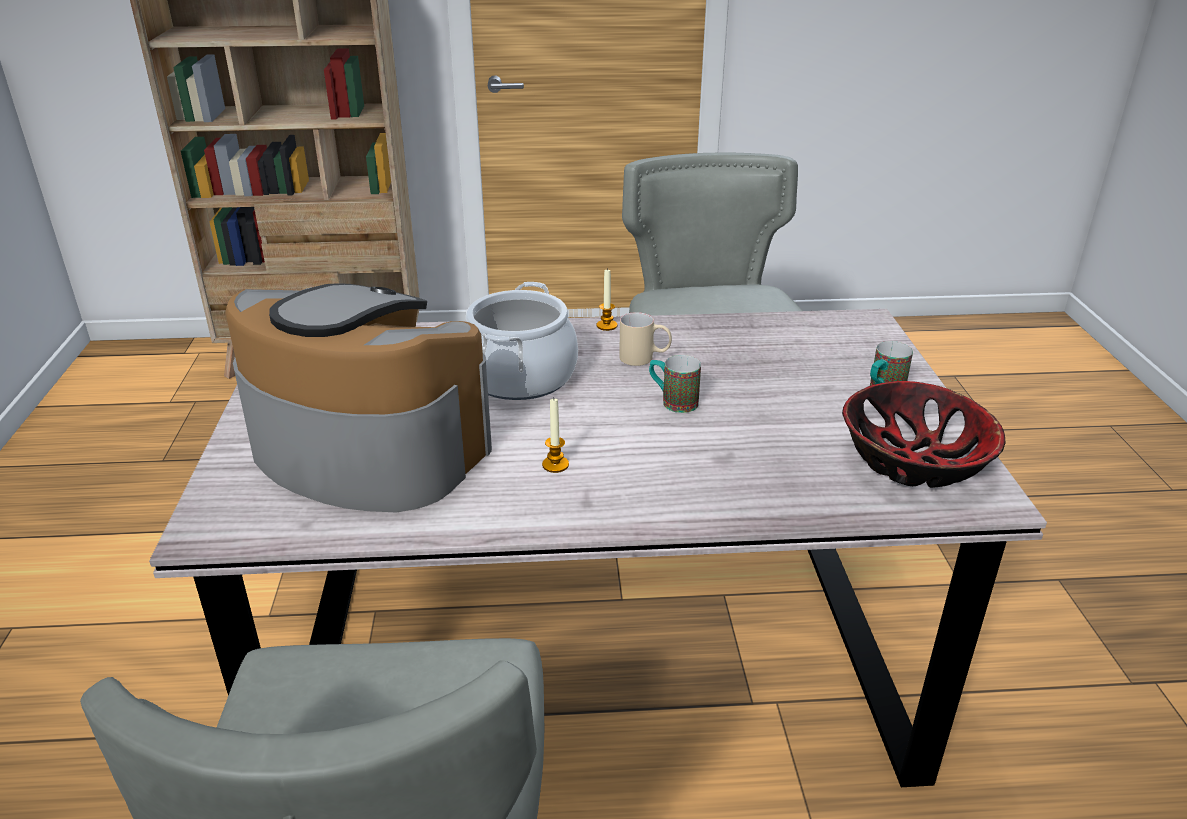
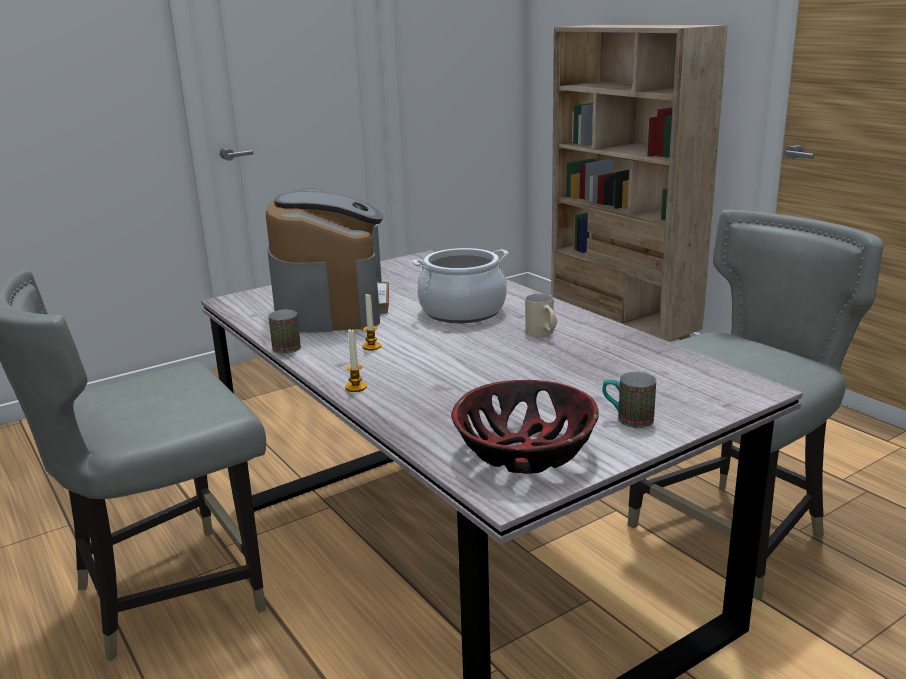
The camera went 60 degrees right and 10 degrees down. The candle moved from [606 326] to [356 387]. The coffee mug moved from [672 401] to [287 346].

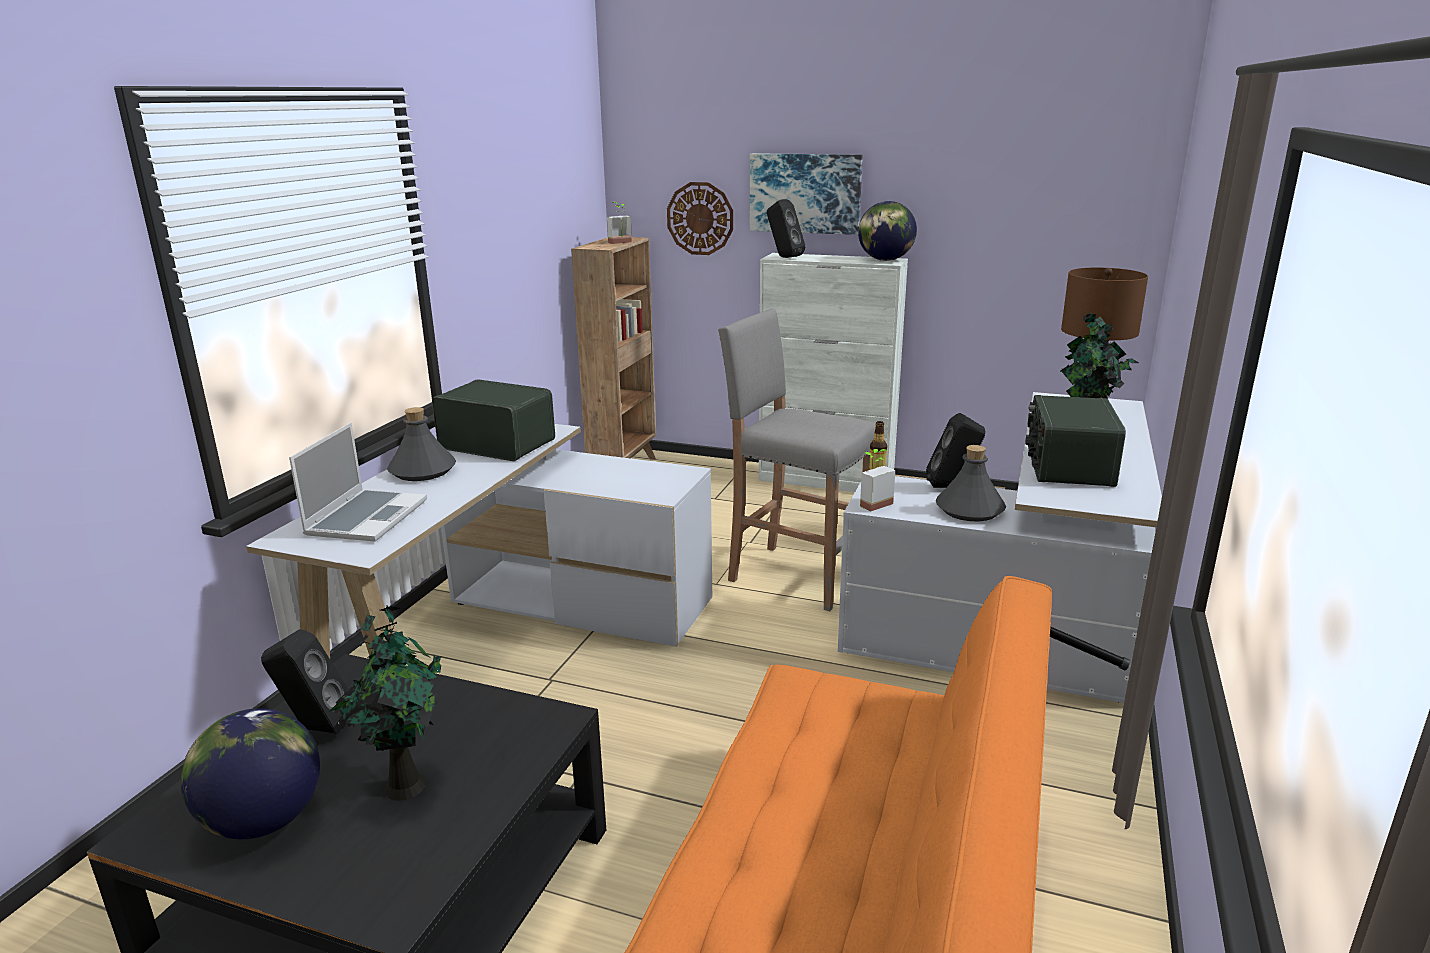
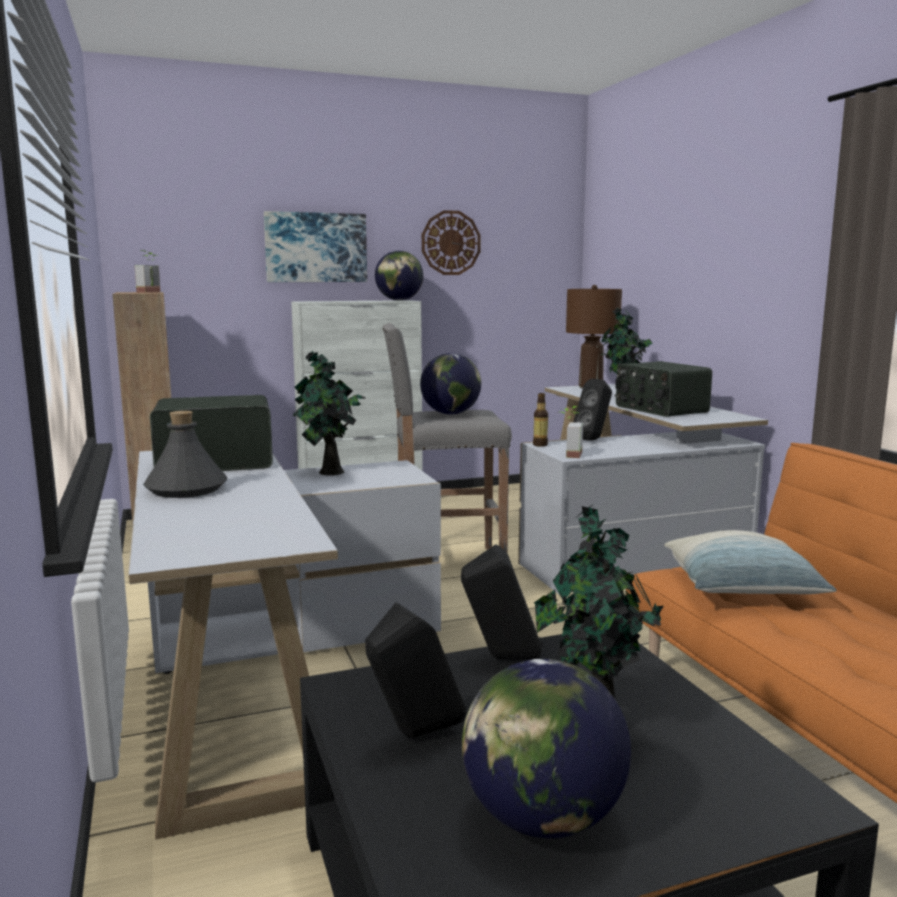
The camera went 40 degrees left and 10 degrees down. The notebook computer at [366 517] disappeared. The greyish drink bottle at [970 510] disappeared. The potted plant at [329 472] appeared. The globe at [450 414] appeared. The cushion at [742 589] appeared. The hanging clock moved from [700 218] to [450 243]. The black loudspeaker moved from [783 257] to [501 658].

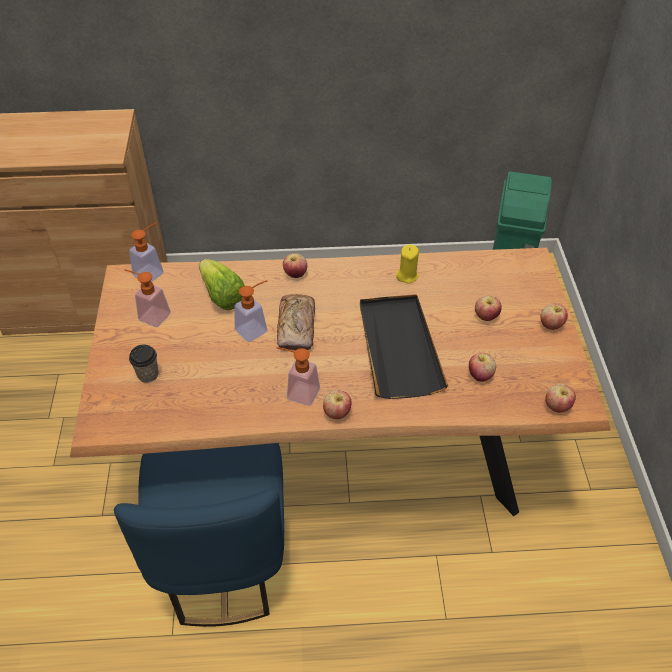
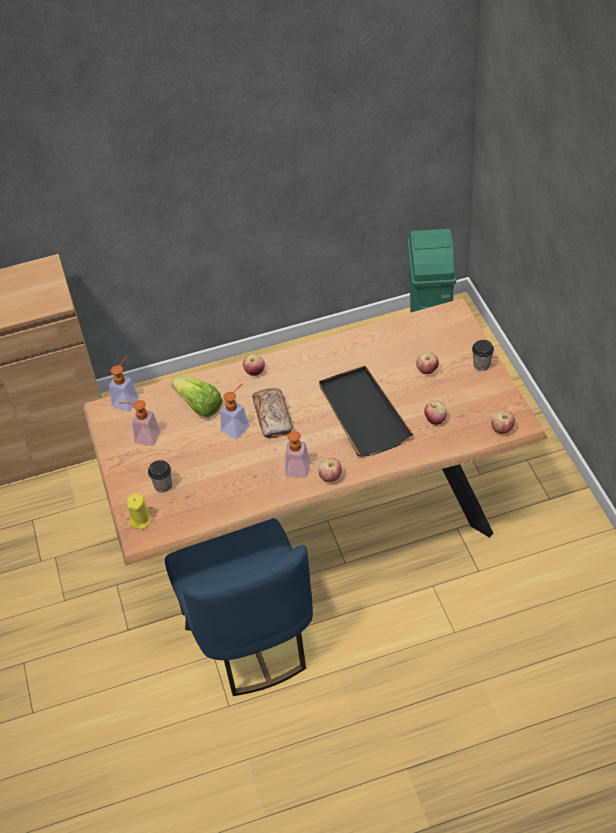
The camera went 10 degrees left and 0 degrees up. The yellowish candle moved from [407 275] to [140 520]. The apple fruit at [551 325] was replaced by the small cup at [482 365].

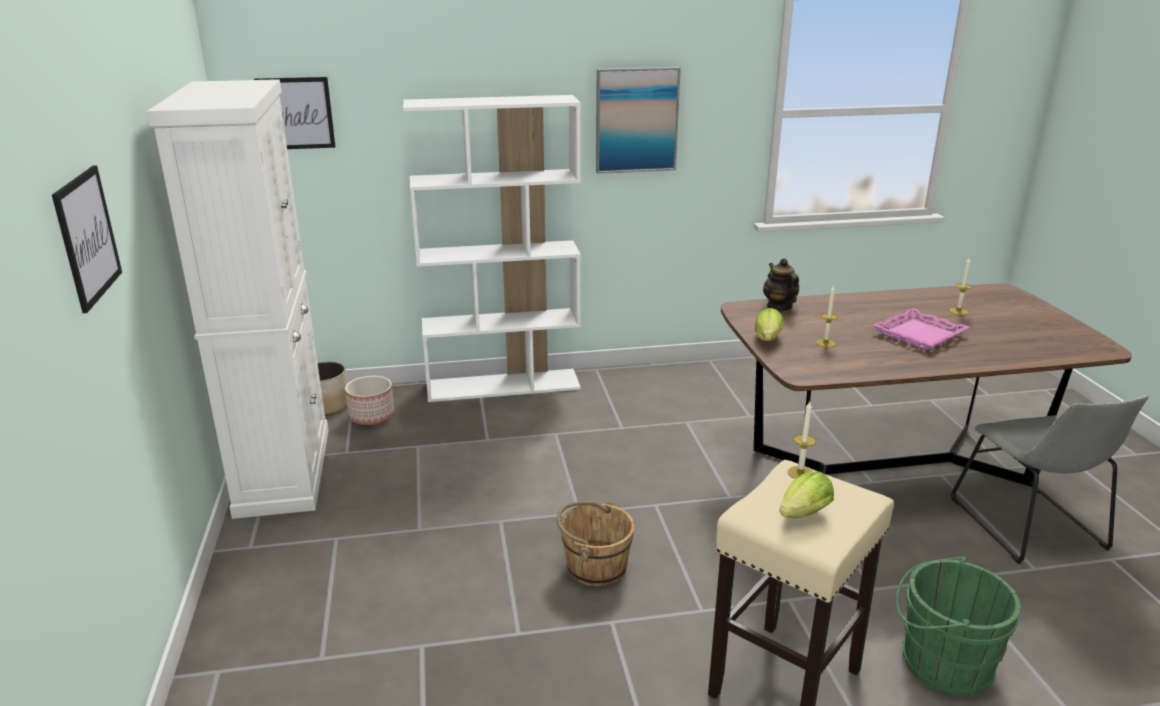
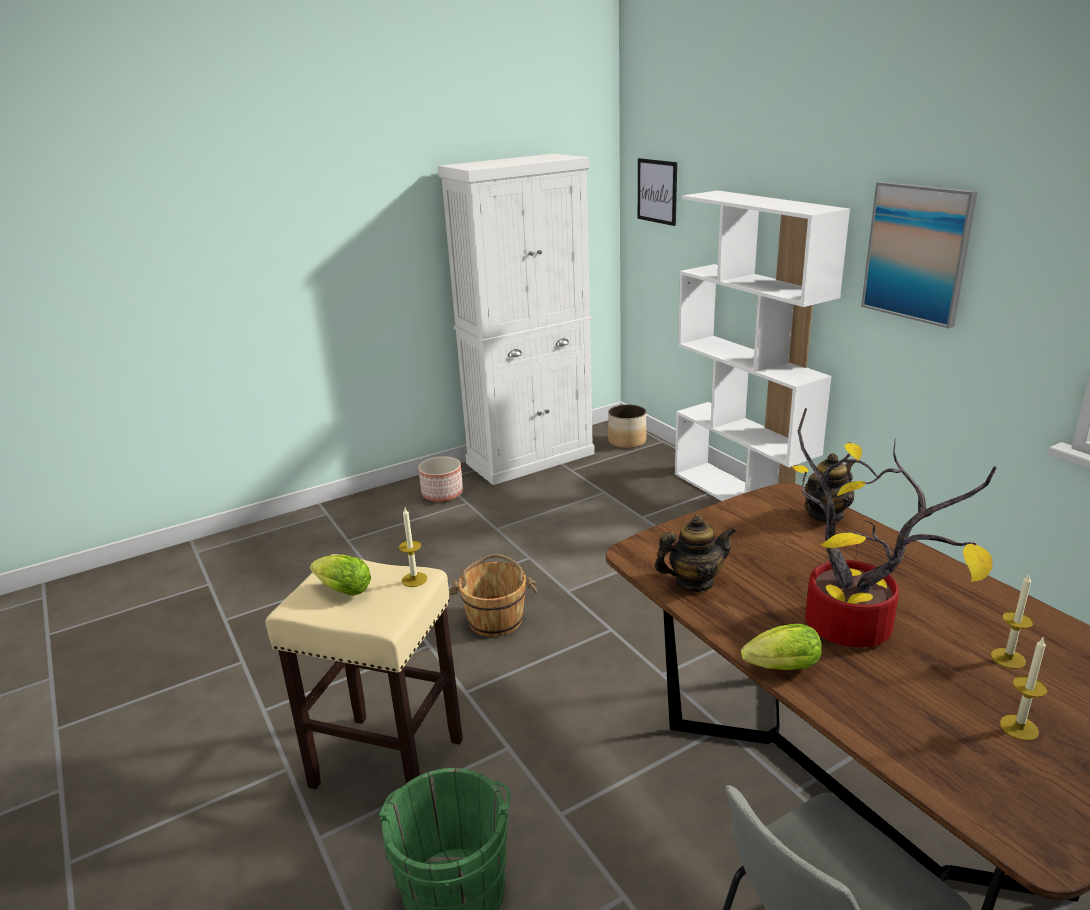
The camera went 70 degrees right and 0 degrees up. The wall picture at [87 237] disappeared. The teapot at [694 582] appeared. The plant pot moved from [371 416] to [442 493]. The lettuce head moved from [767 340] to [778 668]. The candle moved from [825 343] to [1019 727]. The pink-coloured tray at [919 334] was replaced by the potted plant at [856 625].

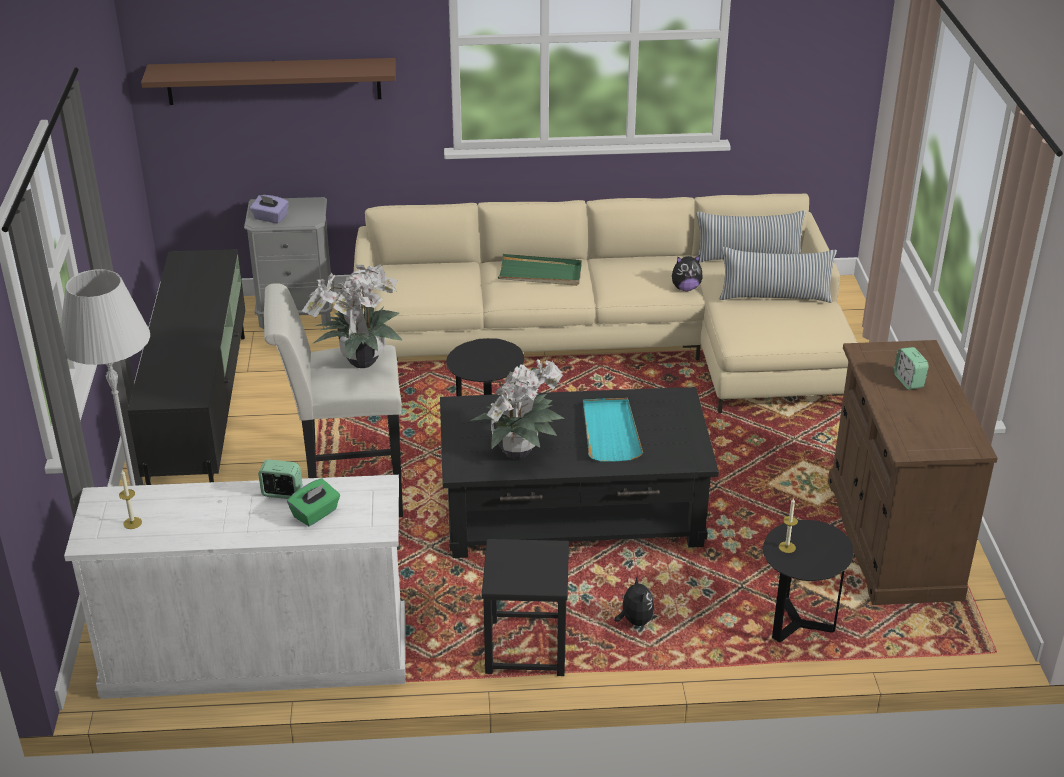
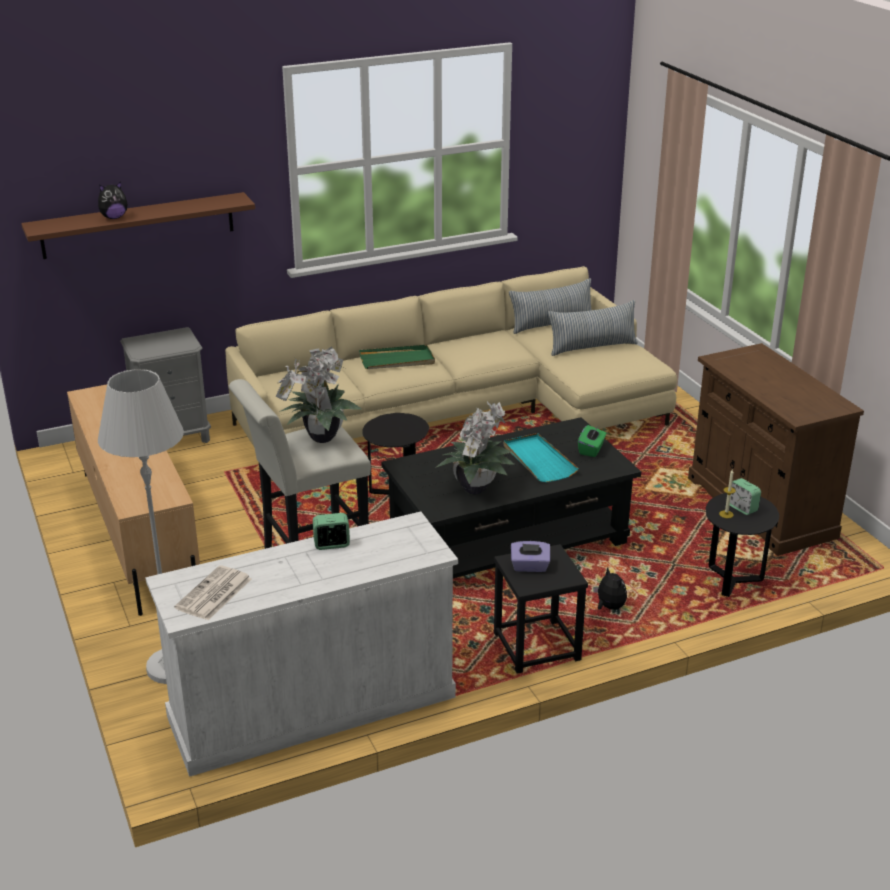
The camera went 20 degrees left and 5 degrees down. The purplish box of tissues moved from [270 218] to [530 567]. The greenish box of tissues moved from [315 514] to [591 450]. The soft toy moved from [685 288] to [114 217]. The bedside clock moved from [908 381] to [742 508]. The candle at [132 523] was replaced by the newspaper at [213 594]. The black tv unit at [202 416] became the sand-coloured tv unit at [138 532].

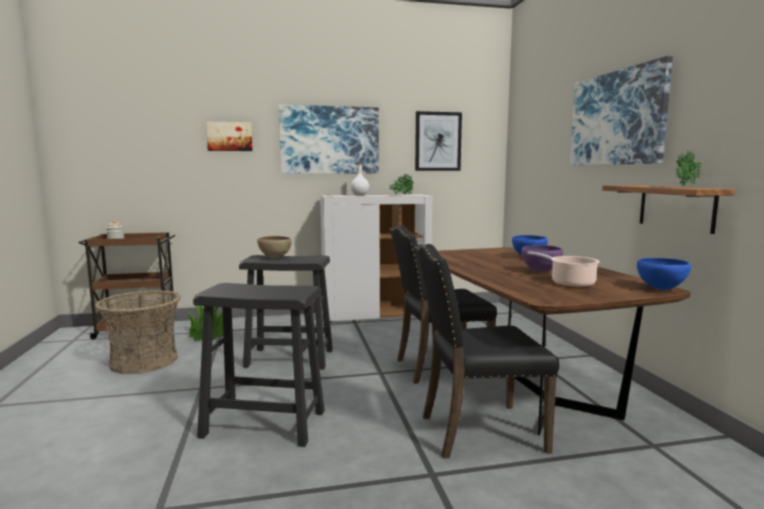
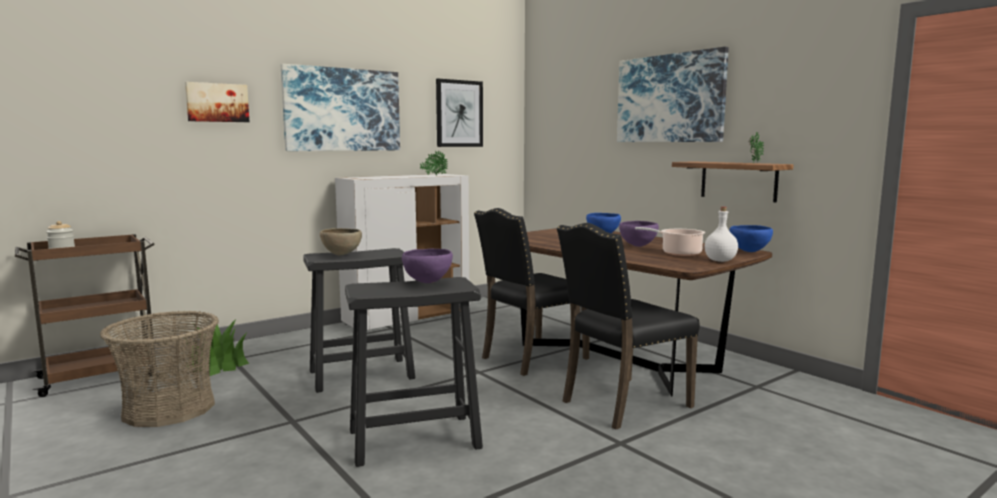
The camera went 25 degrees left and 0 degrees up. The purplish serving bowl at [428 282] appeared. The white drink bottle moved from [360 195] to [720 260].

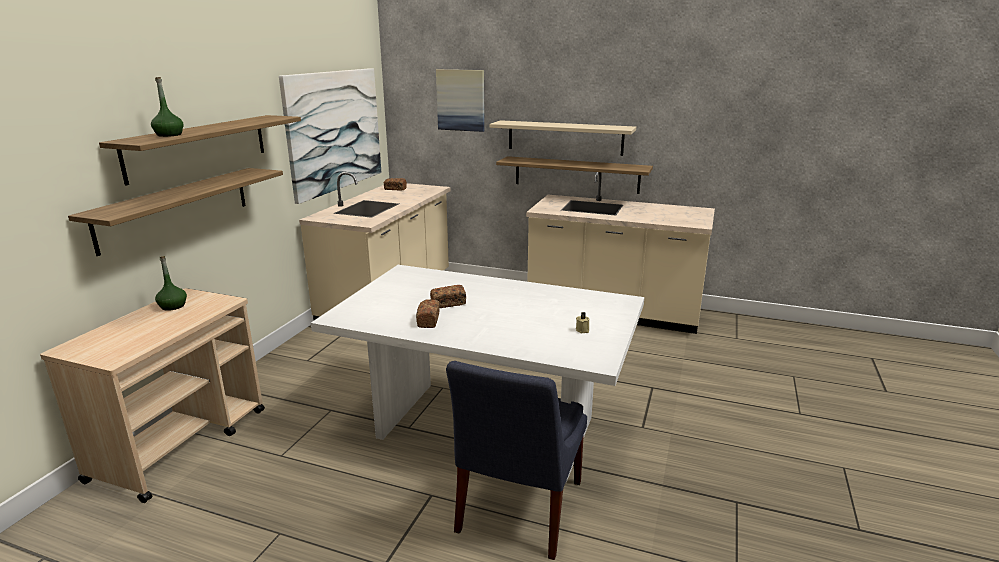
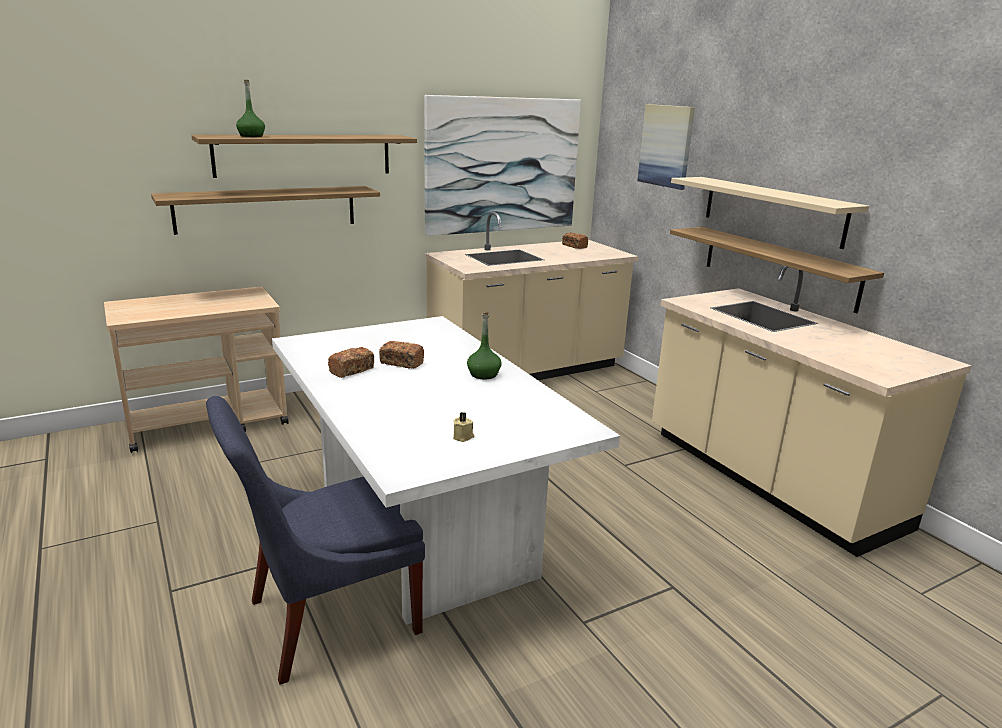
The camera went 40 degrees right and 0 degrees up. The greenish drink bottle moved from [172 306] to [483 374].

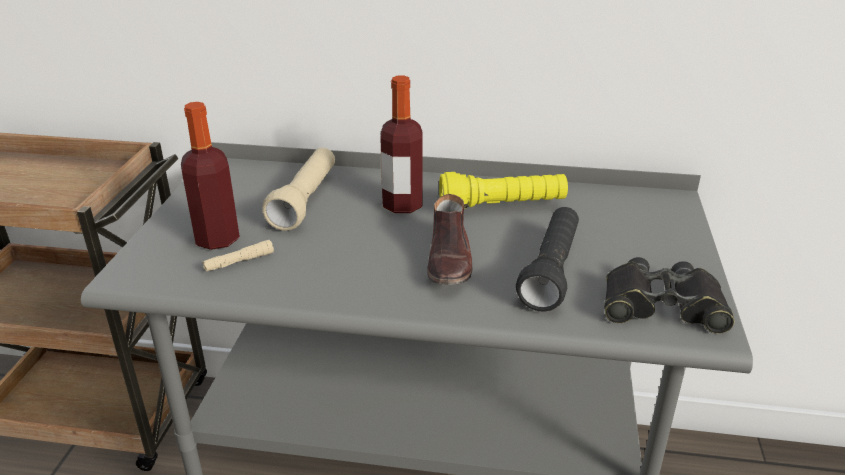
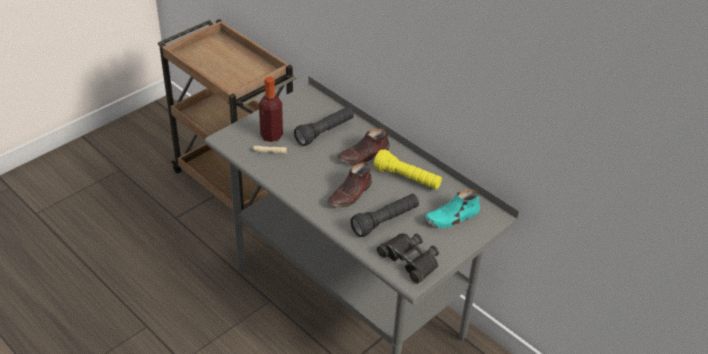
The camera went 35 degrees right and 10 degrees up. The turquoise-coloured shoe at [452 217] appeared. The drink bottle at [402 205] was replaced by the brownish shoe at [364 155]. The sand-coloured hand torch at [305 201] became the black hand torch at [325 132].

